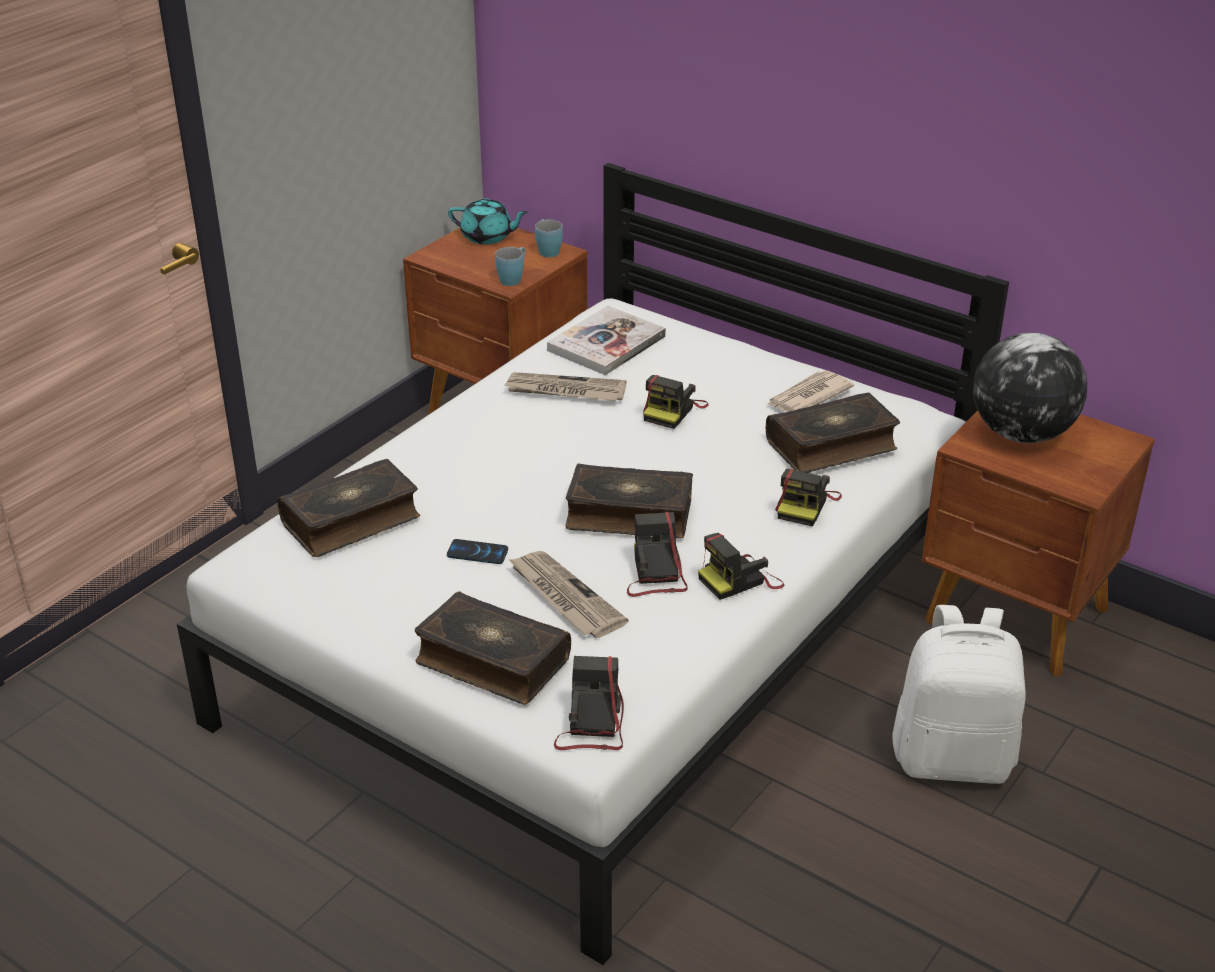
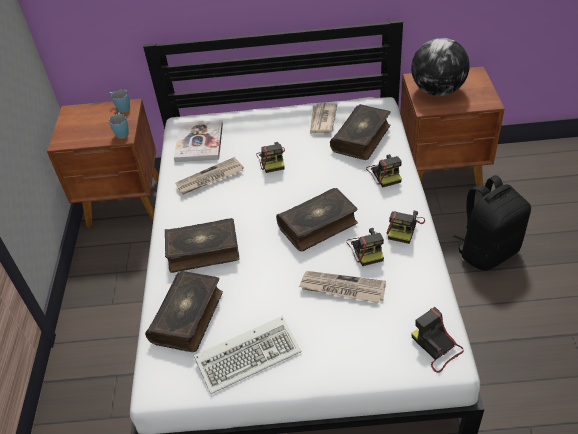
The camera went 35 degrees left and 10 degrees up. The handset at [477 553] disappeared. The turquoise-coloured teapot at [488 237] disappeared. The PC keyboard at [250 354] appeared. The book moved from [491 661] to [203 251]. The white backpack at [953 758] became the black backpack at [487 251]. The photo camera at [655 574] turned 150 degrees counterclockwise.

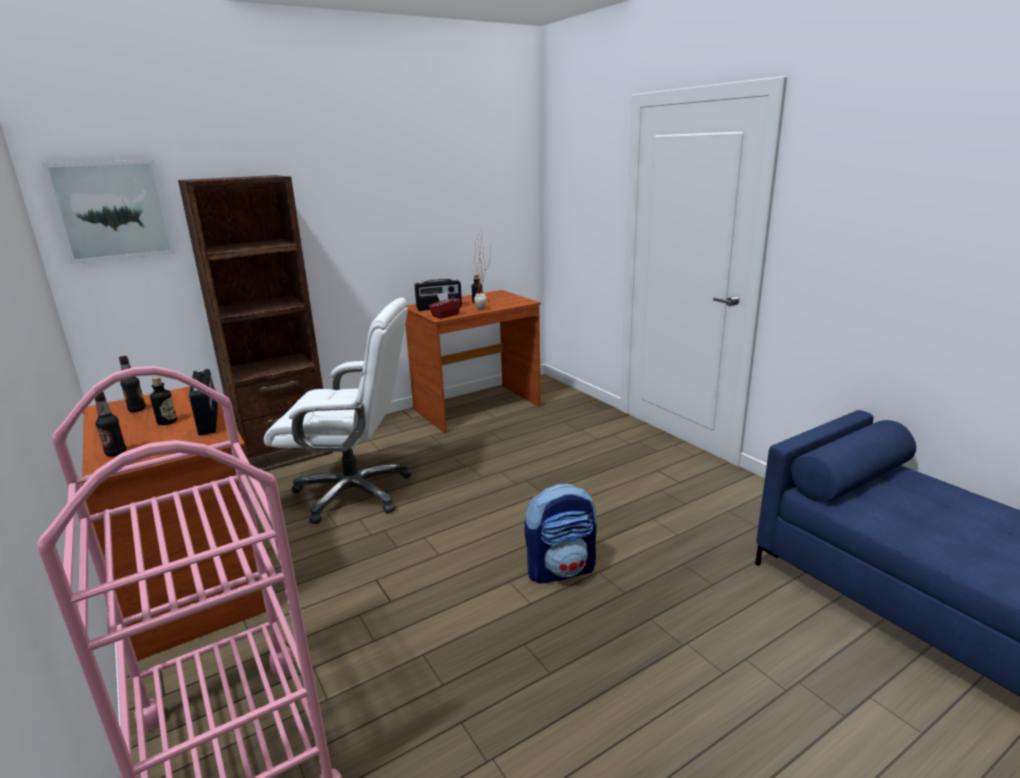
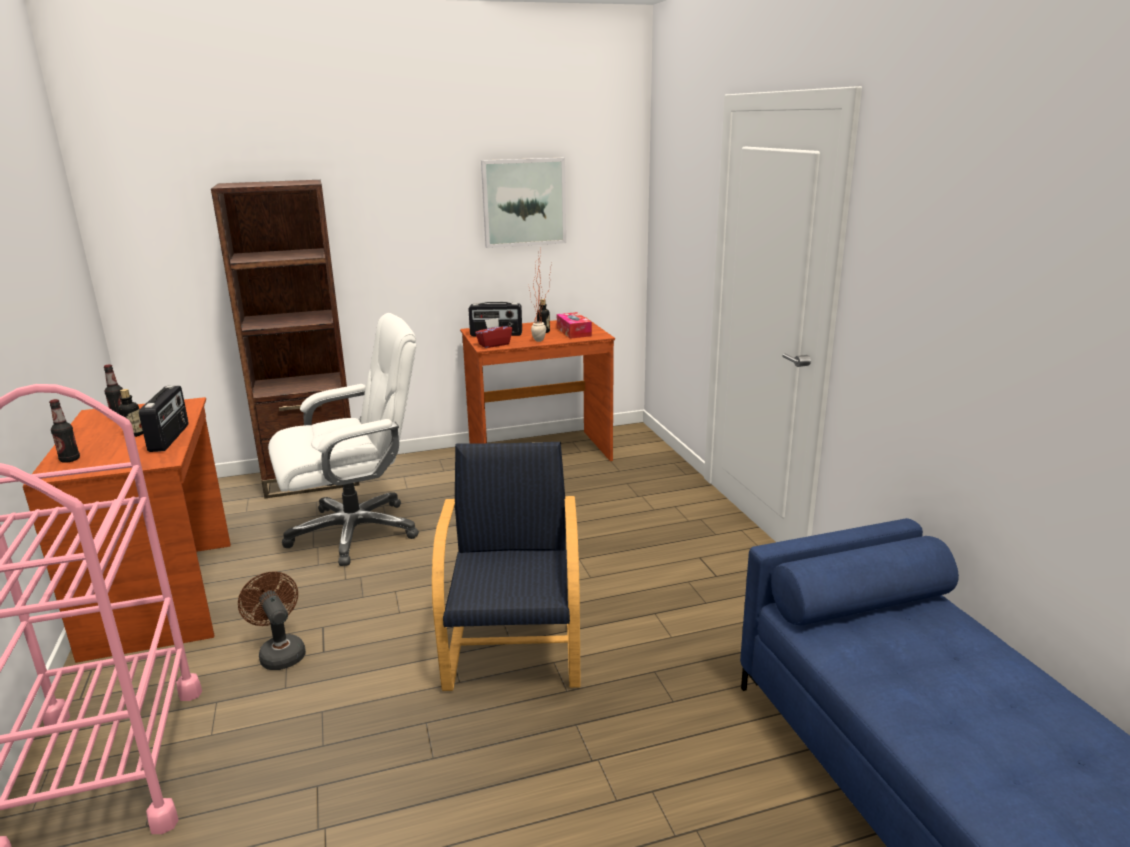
The camera went 15 degrees right and 0 degrees up. The brownish cooling fan at [280 652] appeared. The box of tissues at [573 332] appeared. The wall picture moved from [112 210] to [524 202]. The backpack at [561 569] was replaced by the black lounge chair at [514 652]. The white computer chair at [354 492] turned 45 degrees counterclockwise.

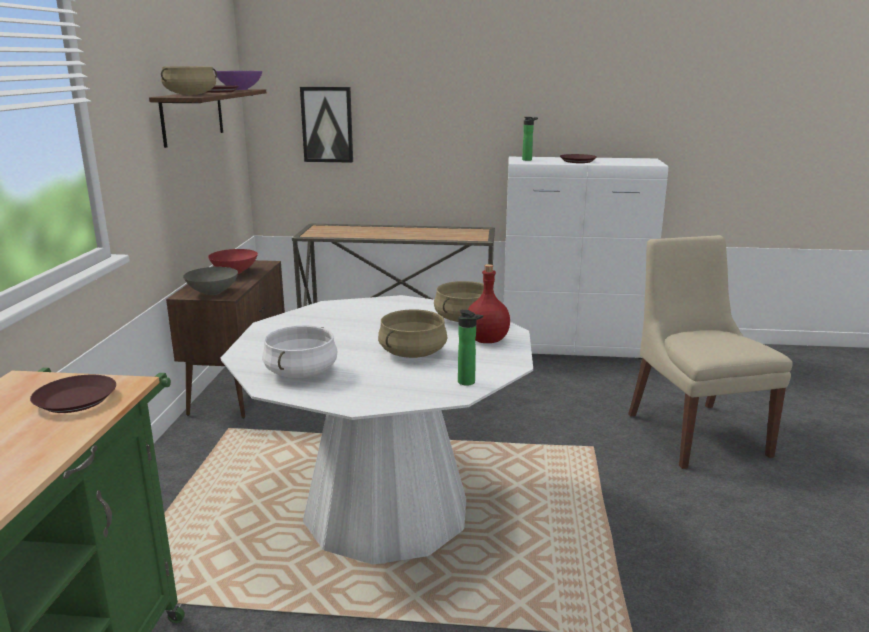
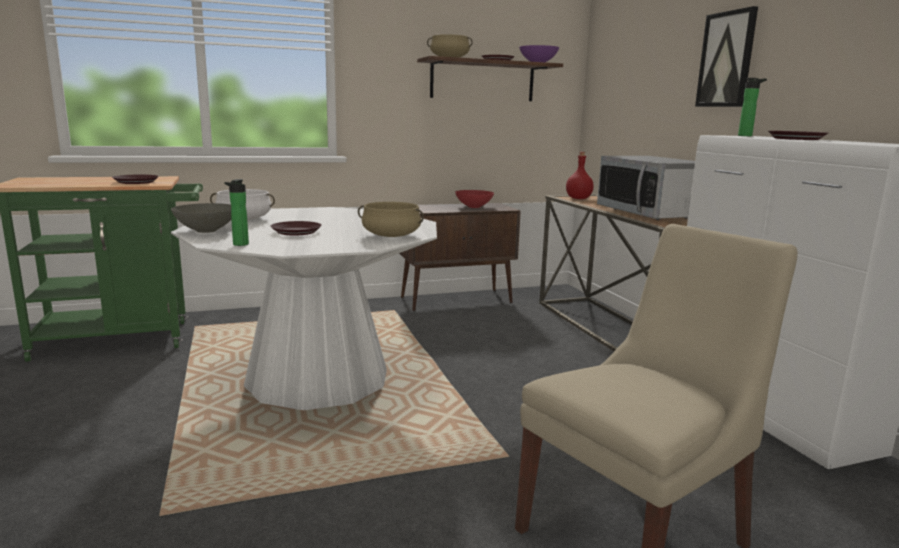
The camera went 65 degrees right and 5 degrees down. The microwave at [649 213] appeared. The greyish serving bowl moved from [212 292] to [207 230]. The wall picture moved from [327 124] to [726 59]. The red-coloured drink bottle moved from [486 340] to [578 198]. The sand-coloured cooking pot at [413 353] was replaced by the brownish flat dish at [296 232].

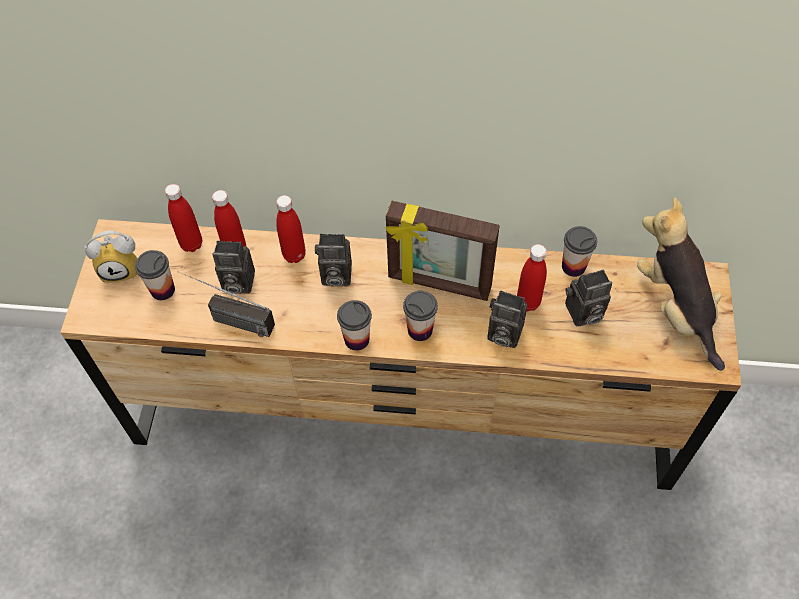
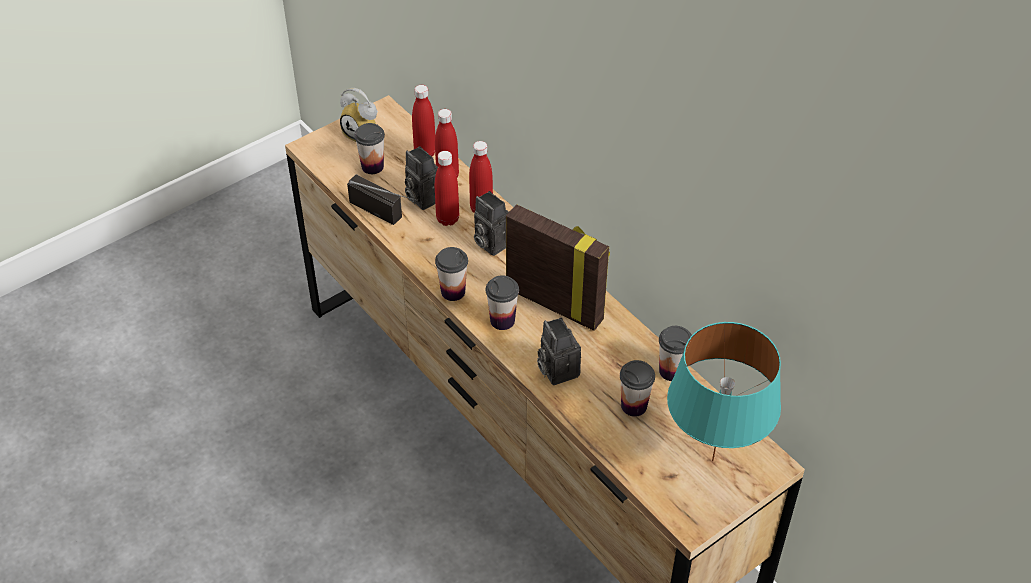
The camera went 45 degrees right and 10 degrees down. The red-coloured drink bottle moved from [528 302] to [447 219]. The photo camera at [583 314] was replaced by the small cup at [634 406]. The soft toy at [675 308] was replaced by the turquoise-coloured lamp for a table at [712 462]. The radio receiver at [228 320] turned 150 degrees clockwise. The standing frame at [439 284] turned 150 degrees clockwise.

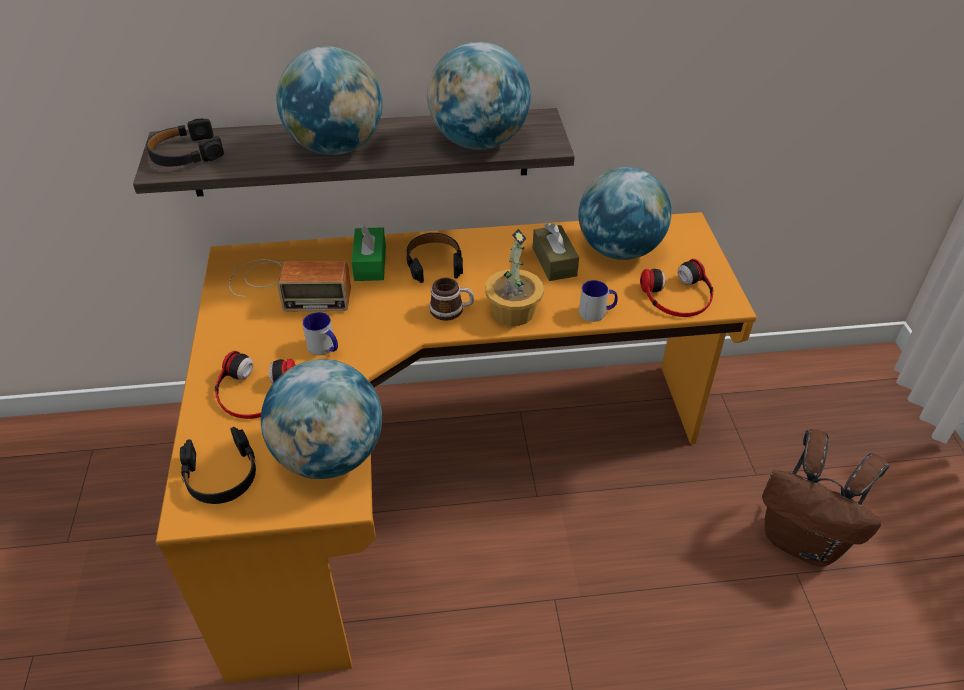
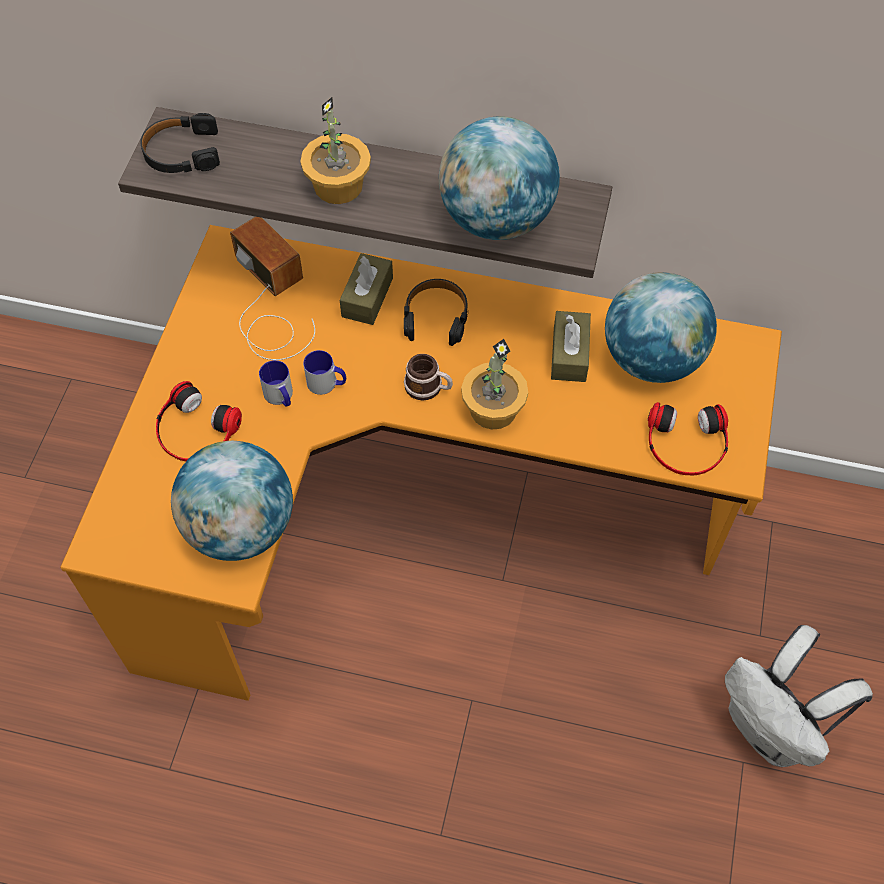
The camera went 20 degrees right and 15 degrees up. The black headphones at [221 475] disappeared. The coffee mug moved from [597 312] to [327 383]. The globe at [336 147] was replaced by the potted plant at [339 185]. The greenish box of tissues at [370 263] became the brownish box of tissues at [367 297]. The brownish backpack at [803 540] became the white backpack at [771 729]. The radio receiver at [287 286] turned 150 degrees counterclockwise.

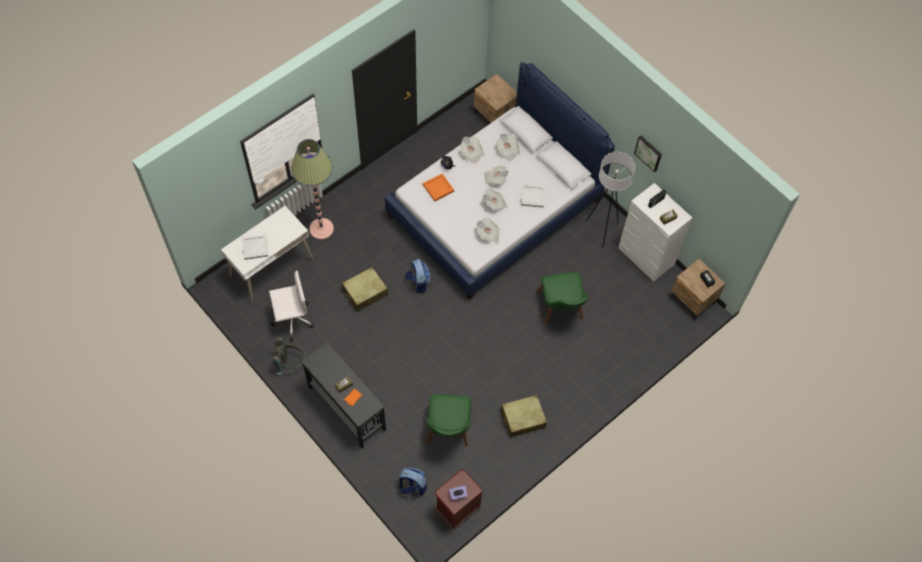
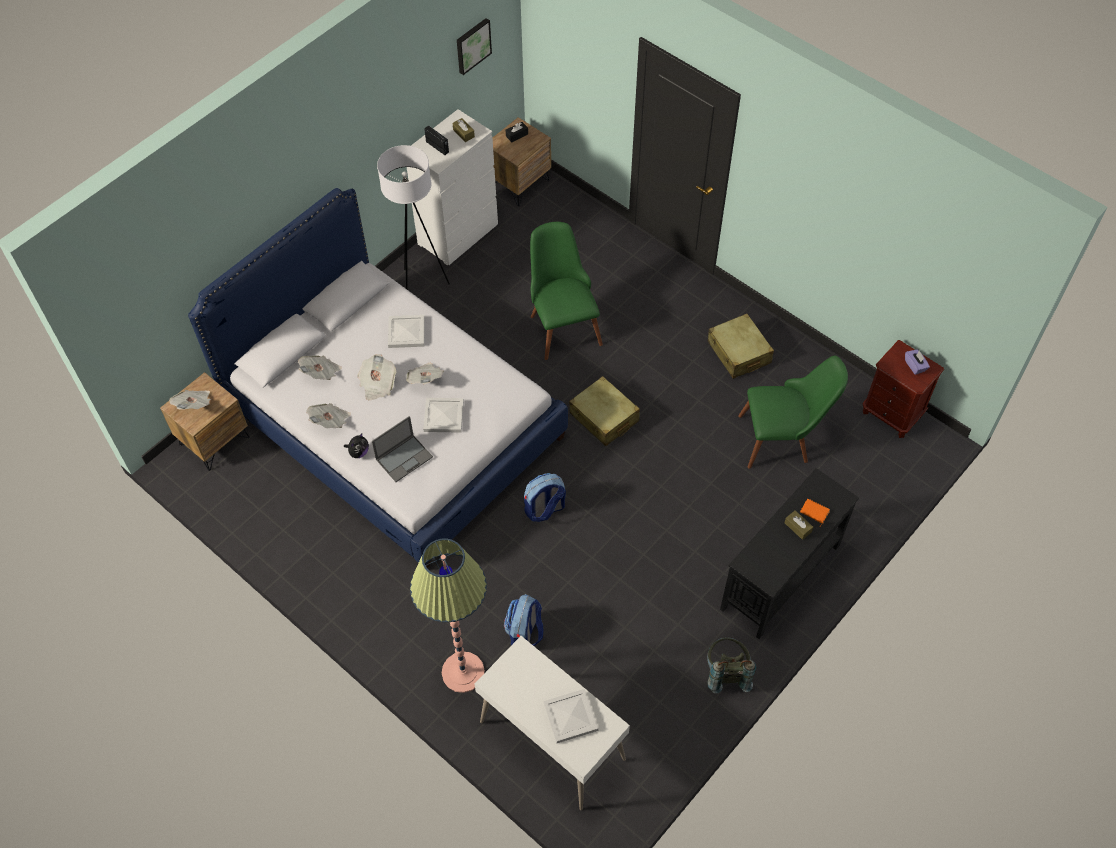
The camera went 95 degrees left and 5 degrees down. The white computer chair at [292 319] disappeared. The white tray at [444 415] appeared. The sand-coloured suitcase moved from [365 292] to [604 417]. The backpack moved from [412 487] to [525 633]. The newspaper moved from [488 234] to [194 405]. The wall picture moved from [649 153] to [472 45]. The orange-coloured tray at [439 188] was replaced by the notebook computer at [404 458]. The greenish plain chair at [561 311] turned 90 degrees counterclockwise.

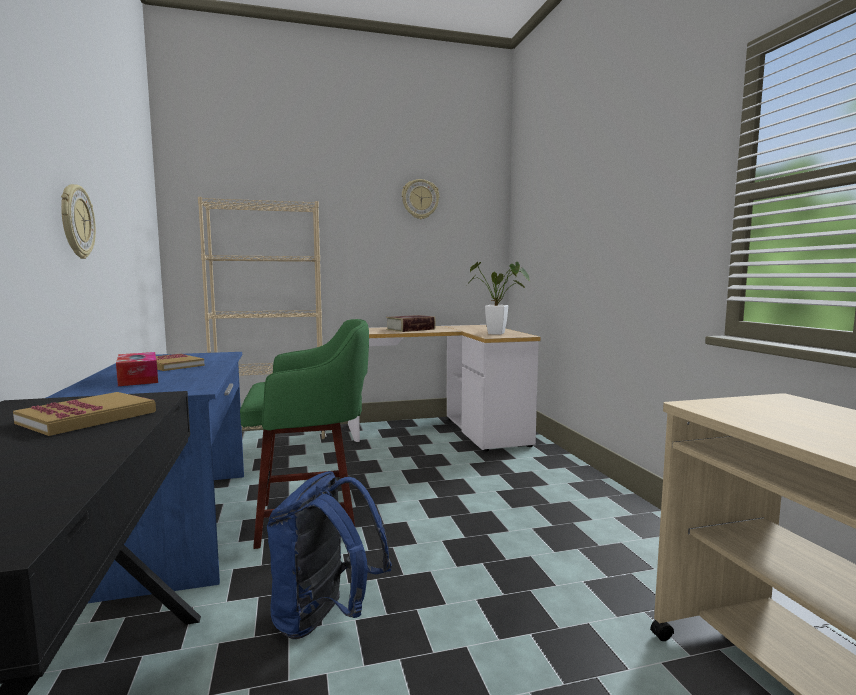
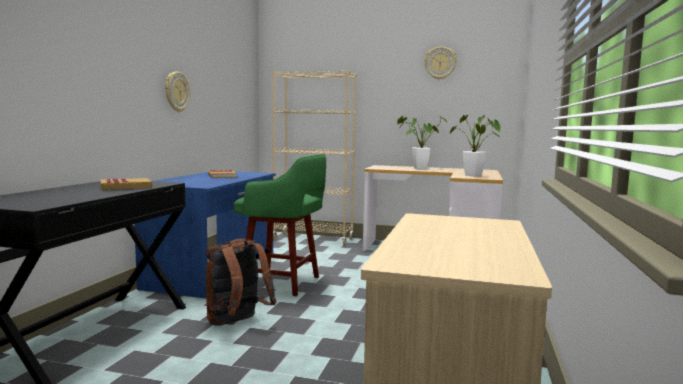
The camera went 30 degrees right and 0 degrees up. The box of tissues at [138 378] disappeared. The book at [410 329] was replaced by the potted plant at [417 168]. The blue backpack at [325 619] became the brownish backpack at [236 323].

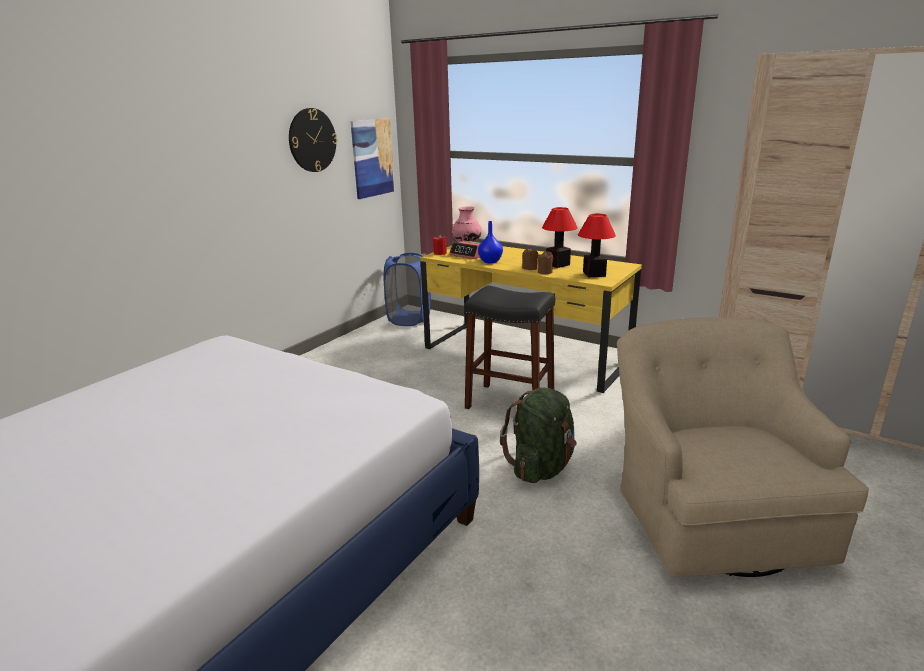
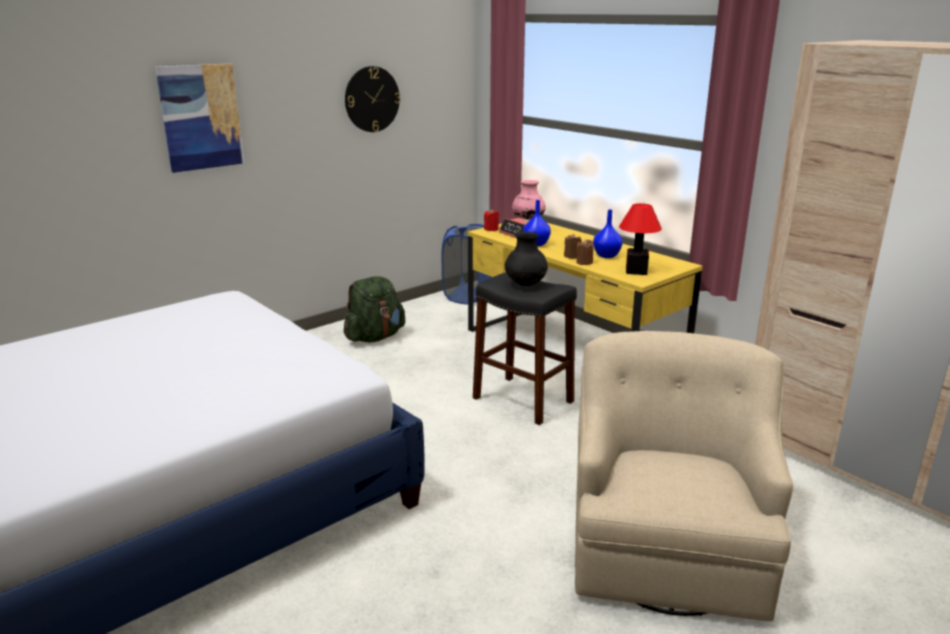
The camera went 15 degrees right and 0 degrees up. The black decorative vase at [525 284] appeared. The wall picture moved from [372 158] to [201 117]. The greenish backpack moved from [541 467] to [375 337]. The lamp for a table at [558 265] was replaced by the blue decorative vase at [606 256].

